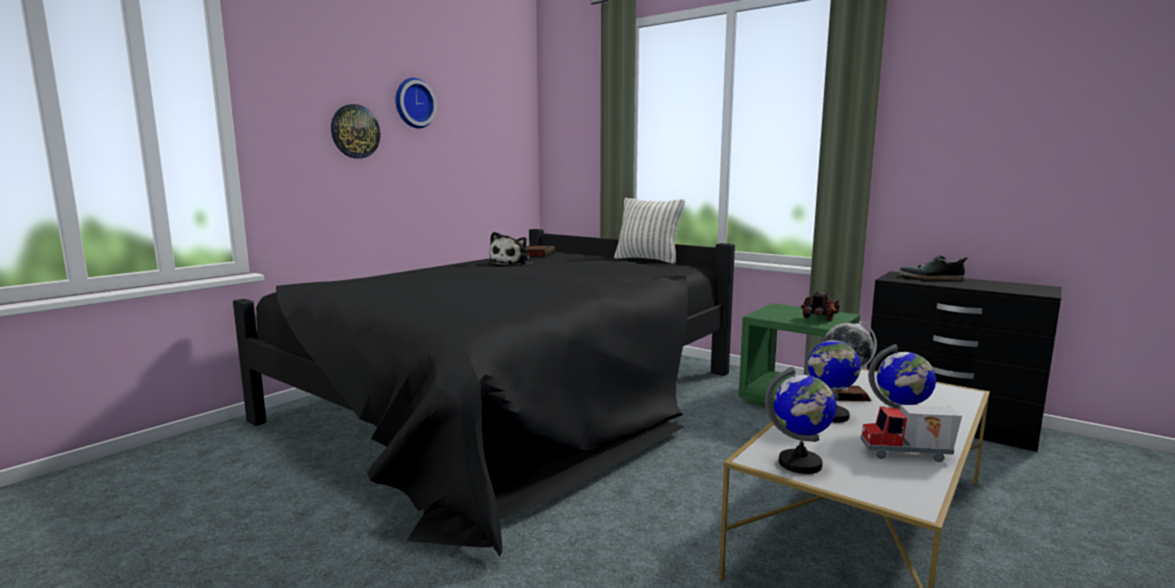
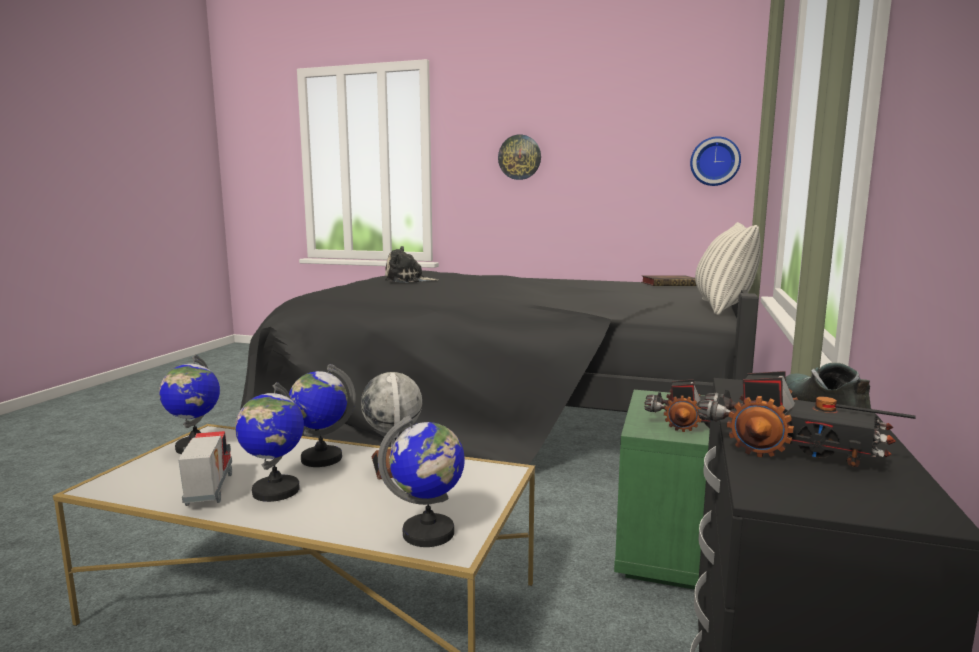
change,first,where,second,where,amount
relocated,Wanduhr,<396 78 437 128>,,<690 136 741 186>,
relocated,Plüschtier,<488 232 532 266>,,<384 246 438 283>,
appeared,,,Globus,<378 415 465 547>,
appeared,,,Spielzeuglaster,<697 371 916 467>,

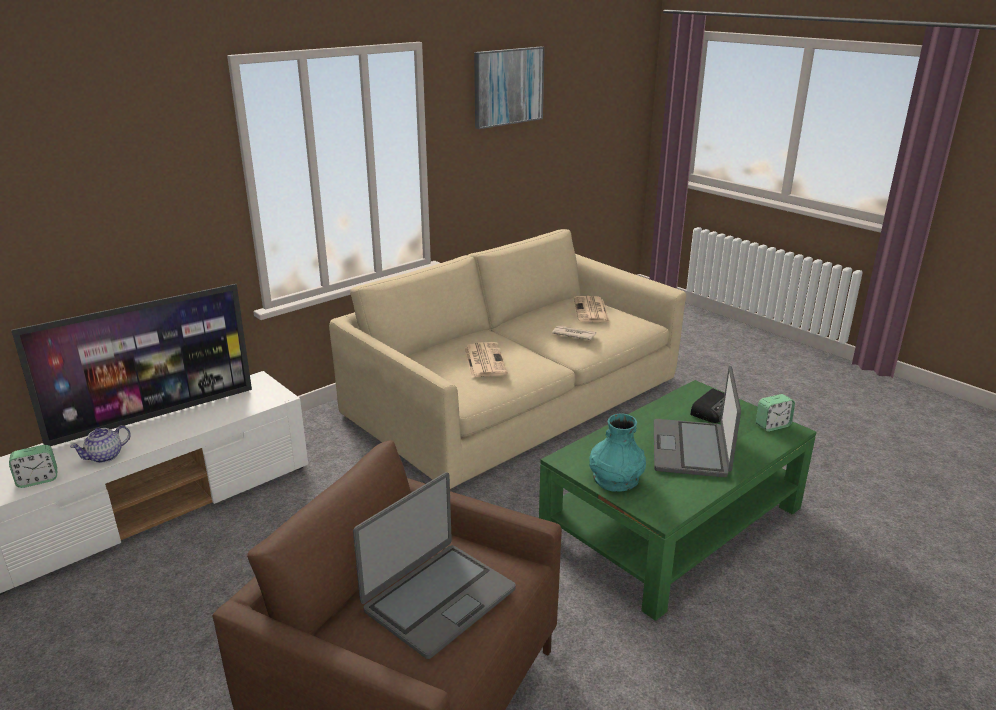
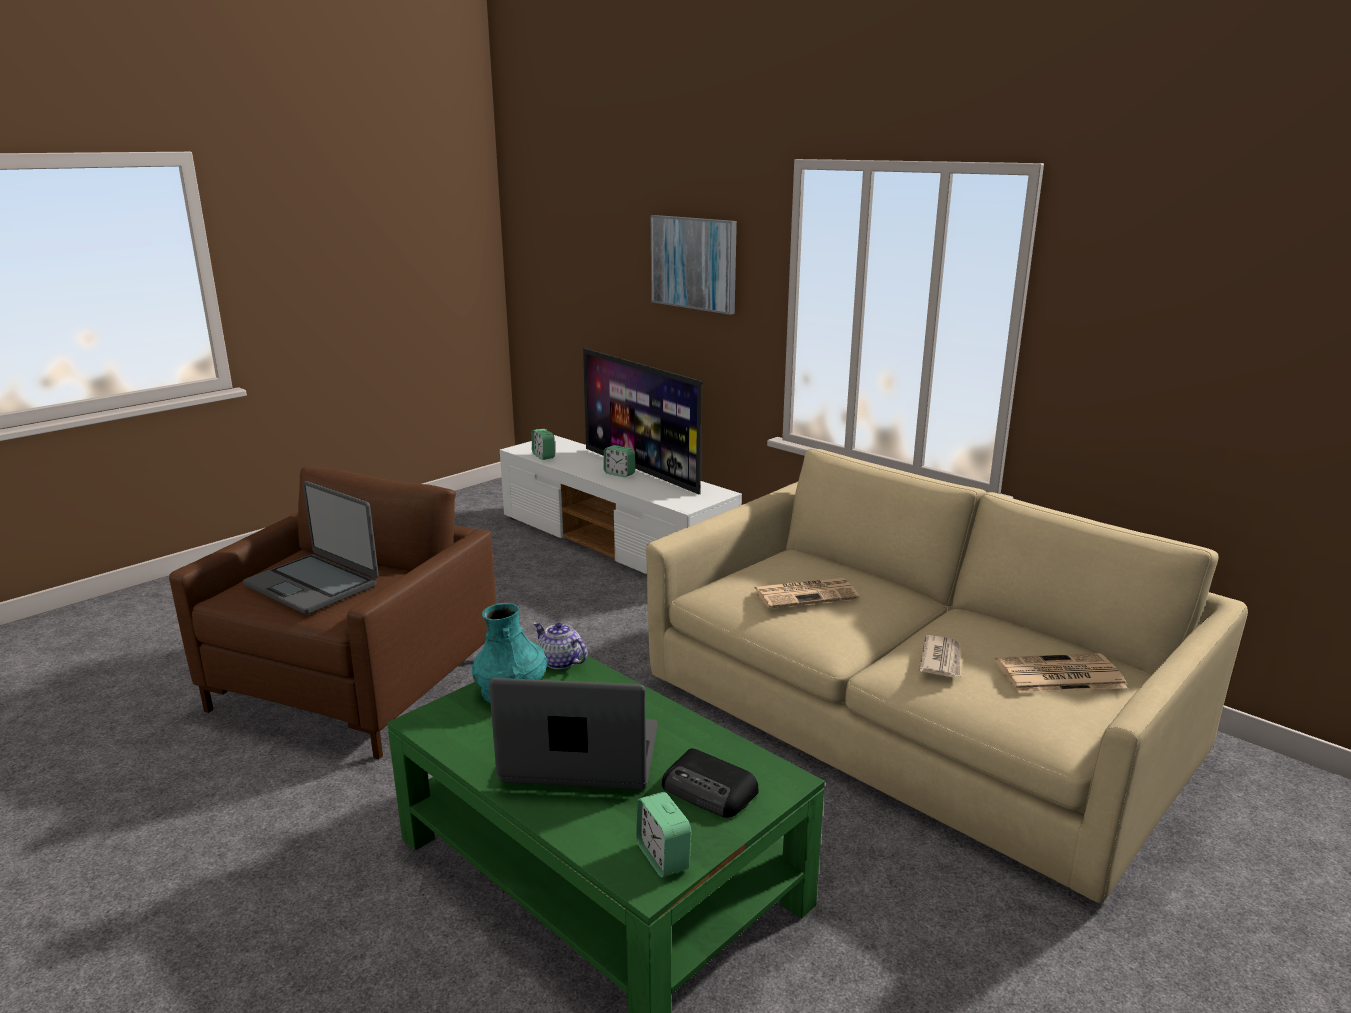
change,first,where,second,where,amount
relocated,Teekanne,<70 425 131 463>,,<533 622 587 669>,
relocated,Bild,<474 47 545 129>,,<651 215 737 315>,
appeared,,,Wecker,<604 445 635 477>,

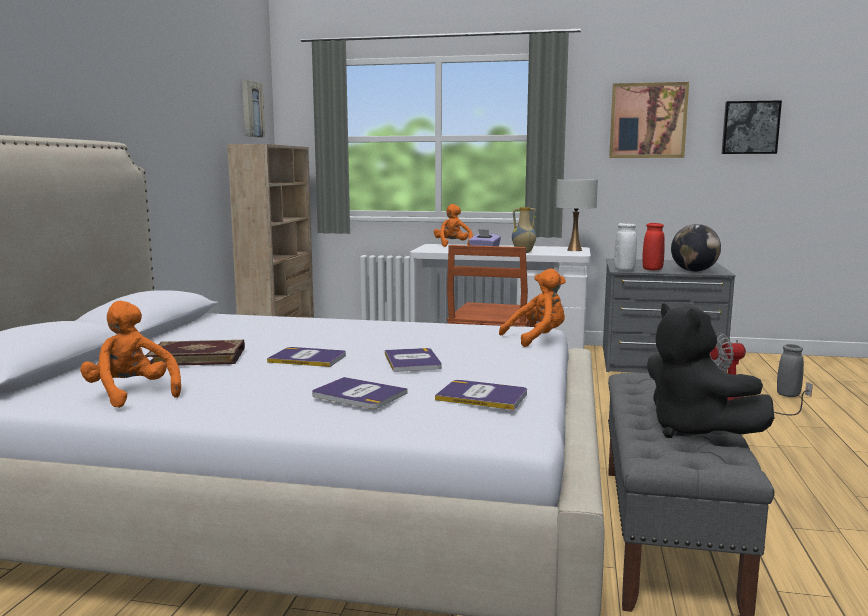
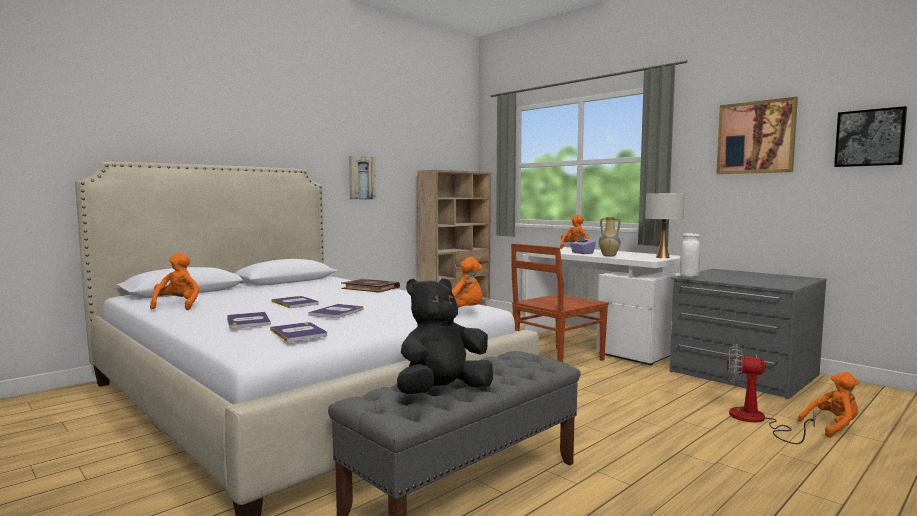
change,first,where,second,where,amount
relocated,Buch,<145 340 245 366>,,<341 279 400 293>,
relocated,Bild,<242 80 265 138>,,<349 156 376 200>,
missing,Vase [rot],<643 223 665 270>,,,
spun,Plüschtier [schwarz],<647 303 774 438>,,<397 278 493 394>,45 degrees clockwise
missing,Globus,<671 224 721 272>,,,
exchanged,Vase [grau],<777 344 804 397>,Plüschtier [orange],<798 372 859 437>,

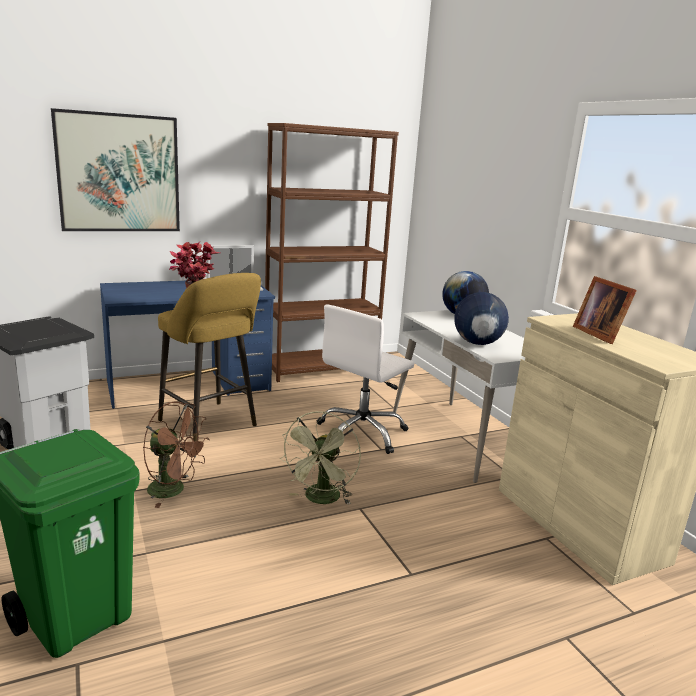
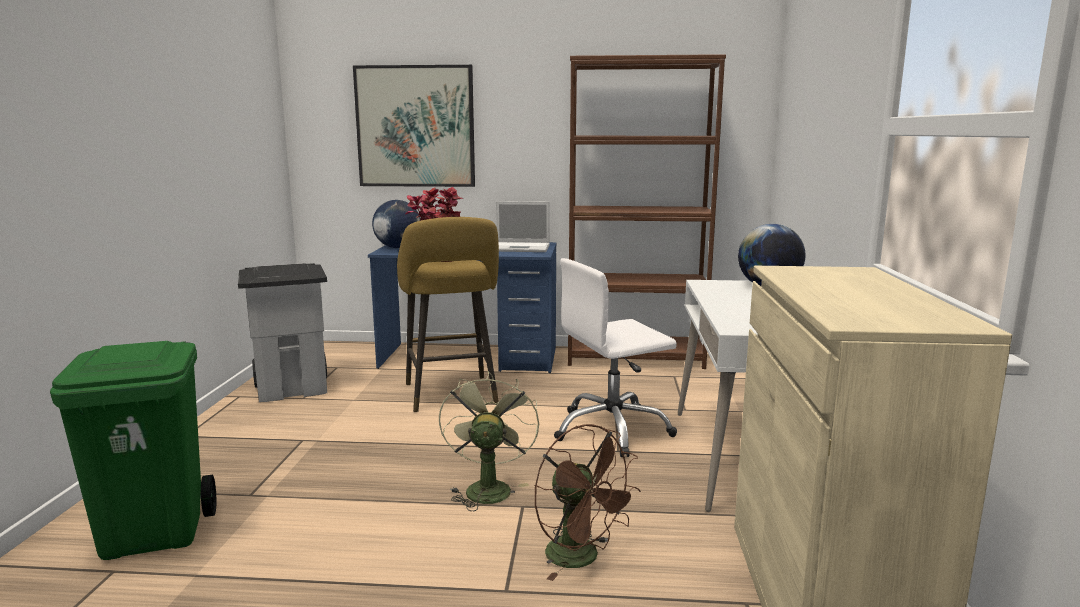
change,first,where,second,where,amount
relocated,Ventilator [braun],<143 401 209 508>,,<535 424 641 581>,
spun,Ventilator [grün],<280 411 361 504>,,<439 372 539 511>,135 degrees clockwise
relocated,Globus,<454 292 509 345>,,<372 200 420 248>,
missing,Bilderrahmen,<573 276 637 344>,,,

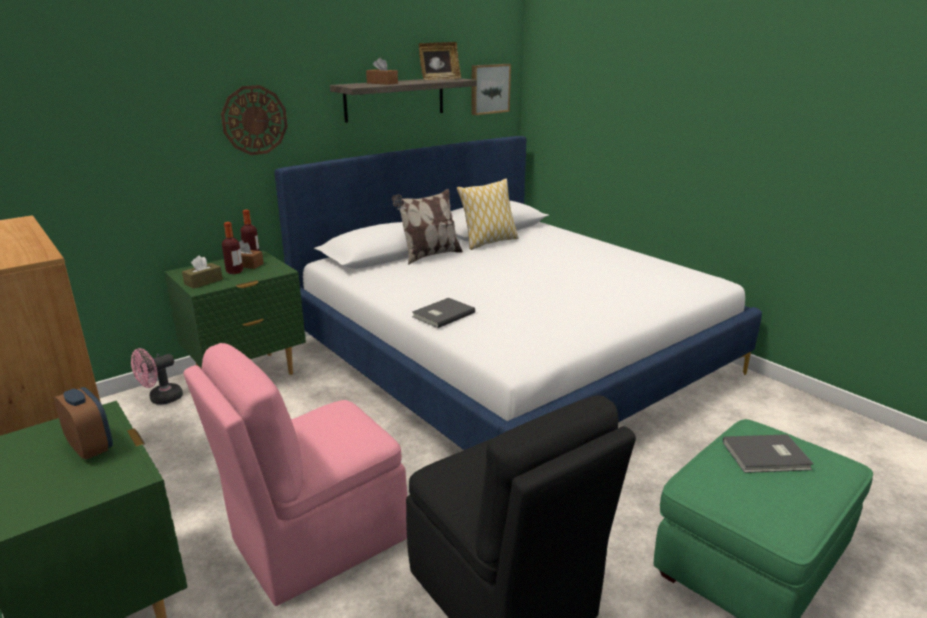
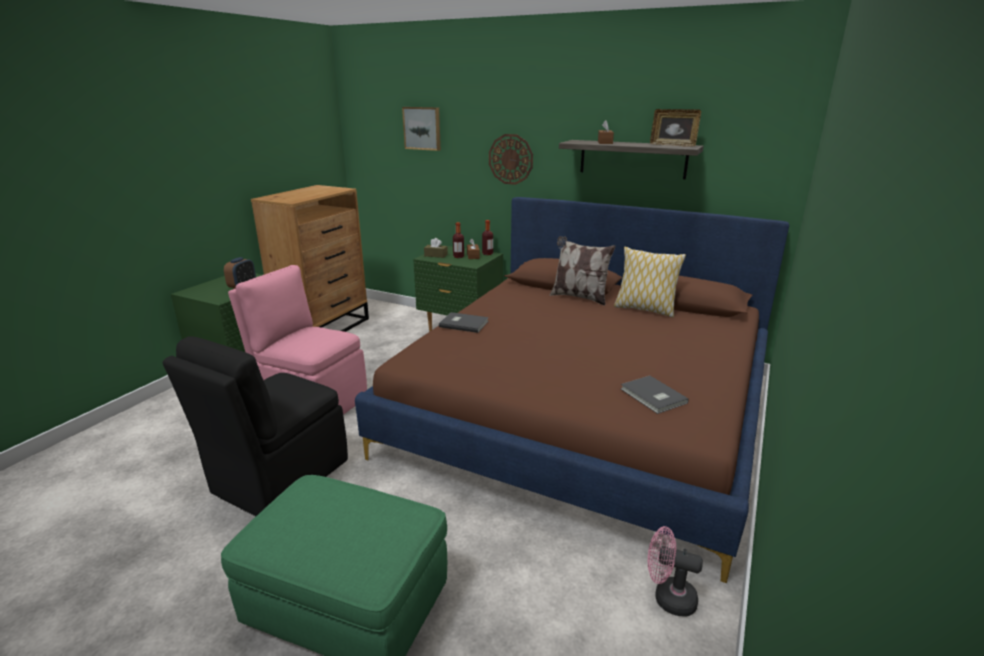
change,first,where,second,where,amount
relocated,Ventilator [rosa],<131 348 183 405>,,<648 526 703 617>,
colour,Bett [weiß],<274 136 762 450>,Bett [braun],<355 197 789 583>,
relocated,Bild,<471 64 511 115>,,<402 107 441 151>,
relocated,Buch [grau],<723 434 814 473>,,<621 376 689 414>,

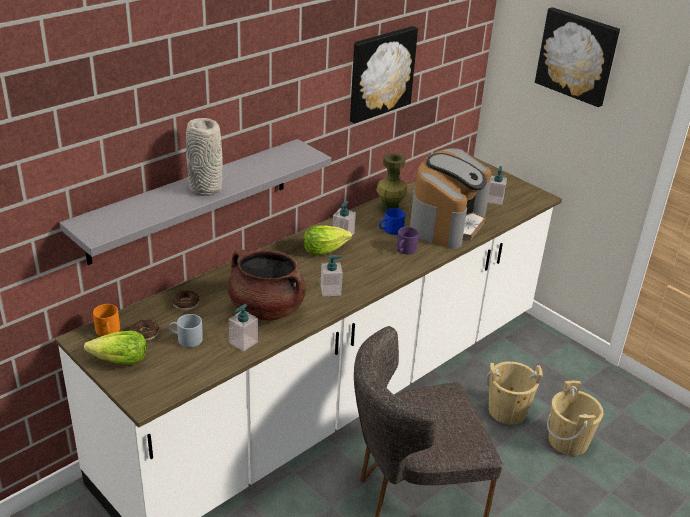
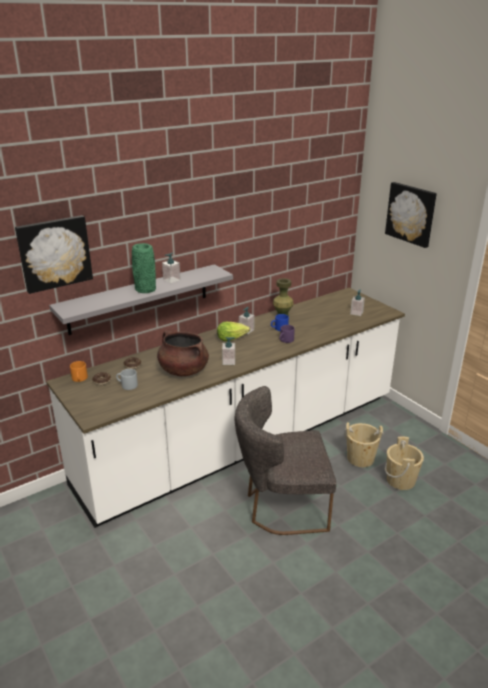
change,first,where,second,where,amount
missing,Salatkopf,<84 331 147 365>,,,
colour,Vase [grau],<186 118 223 196>,Vase [grün],<132 243 156 293>,
relocated,Seifenspender,<229 304 258 352>,,<162 253 181 283>,
relocated,Bild,<350 26 418 123>,,<15 215 93 294>,
missing,Kaffeemaschine,<410 148 491 249>,,,

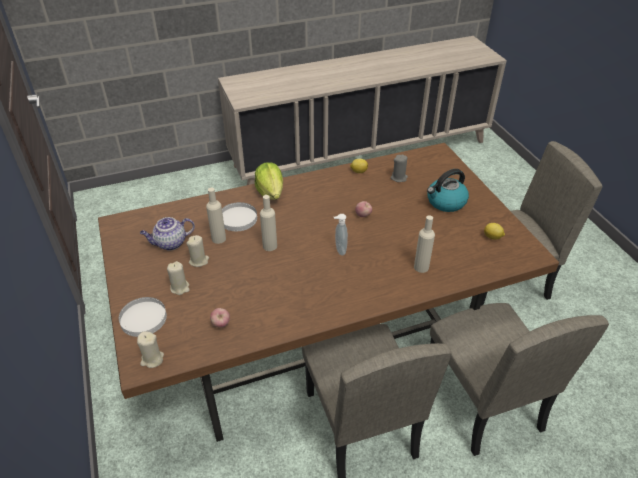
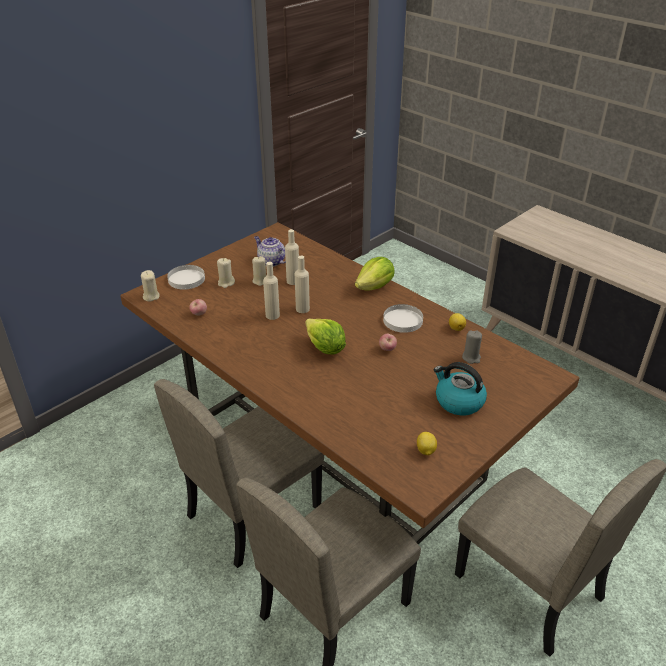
change,first,where,second,where,amount
relocated,Teller [weiß],<222 202 257 231>,,<383 304 423 333>,
exchanged,Seifenspender,<334 214 348 255>,Salatkopf,<305 318 346 355>,
relocated,Flasche [beige],<414 215 435 273>,,<263 262 280 320>,

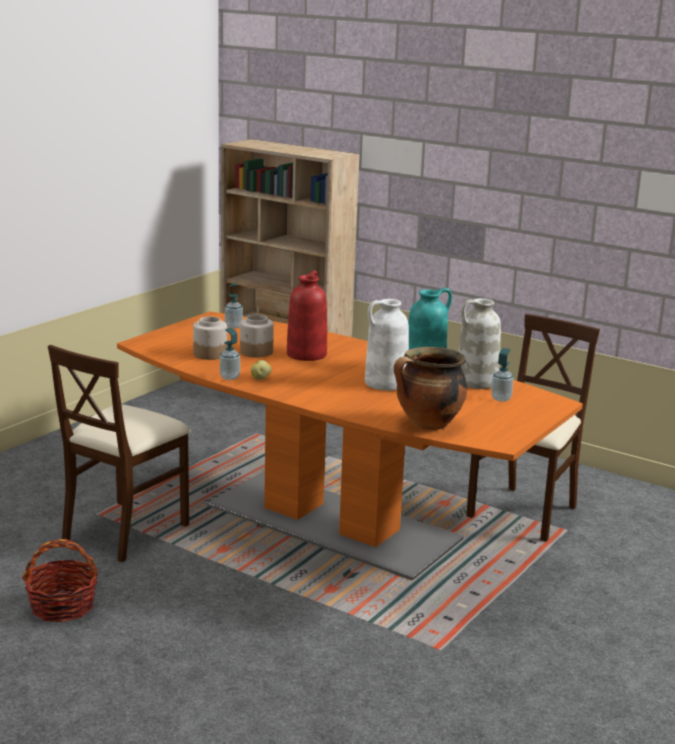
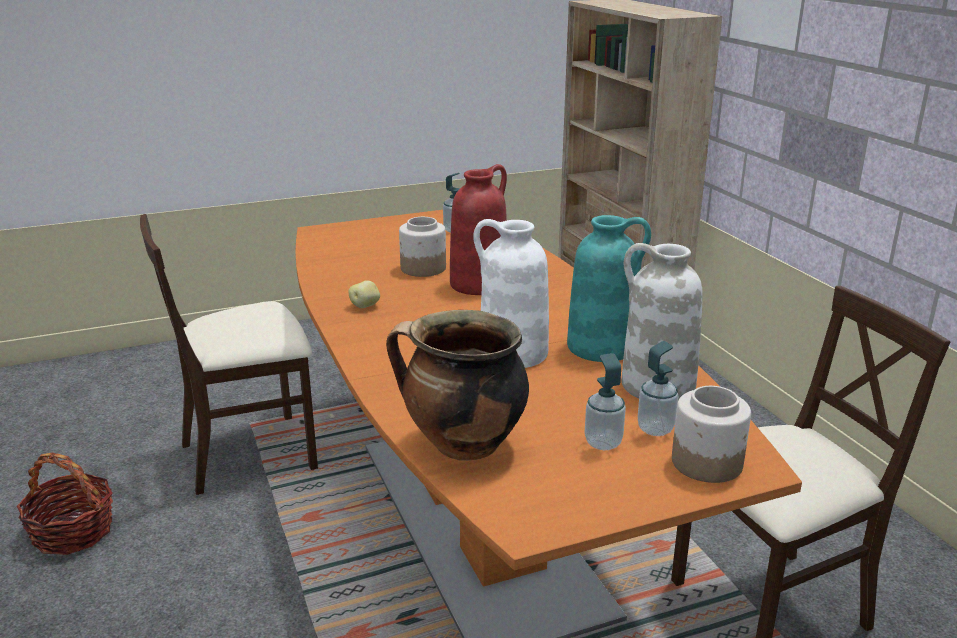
change,first,where,second,where,amount
relocated,Vorratsglas,<193 316 227 360>,,<672 386 751 483>,
relocated,Seifenspender,<220 328 240 380>,,<584 353 626 450>,

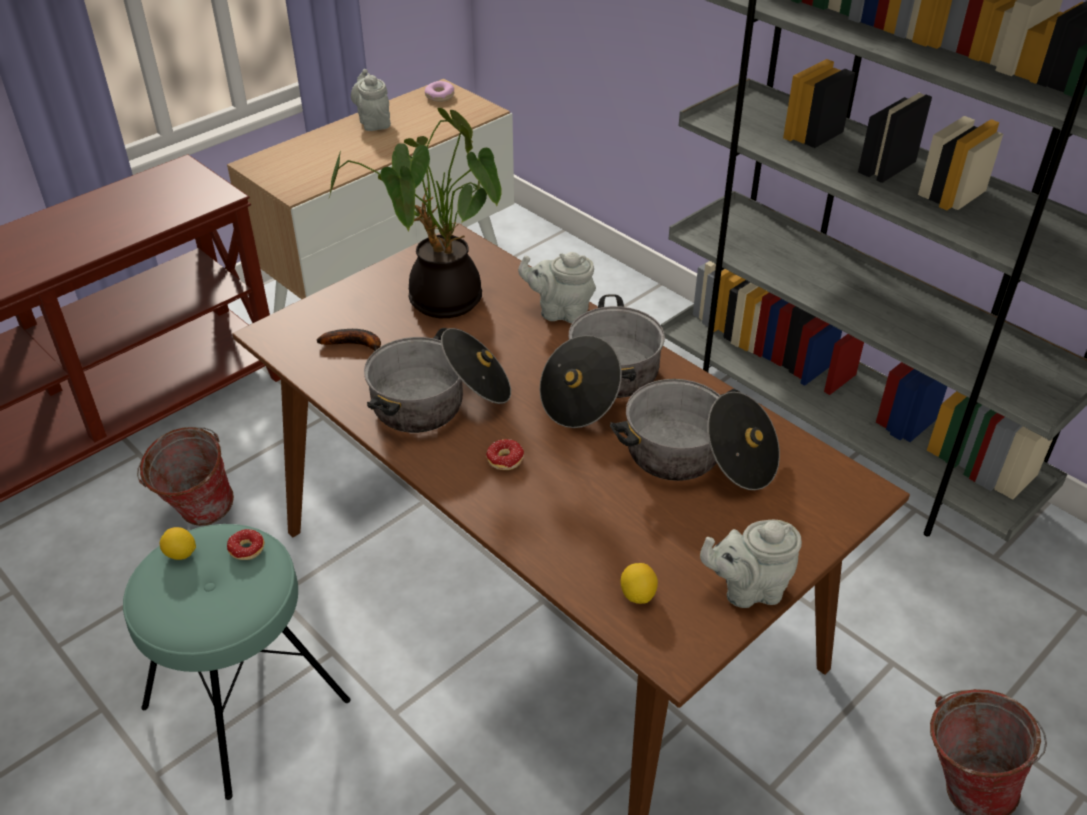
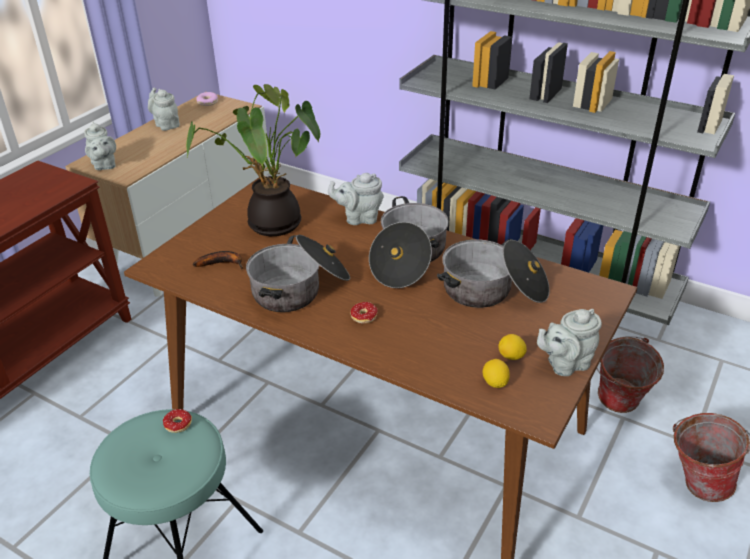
change,first,where,second,where,amount
relocated,Eimer,<137 427 234 526>,,<597 336 664 413>,
relocated,Zitrone,<160 527 196 560>,,<498 334 527 360>,
appeared,,,Teekanne [grau],<84 122 116 170>,

